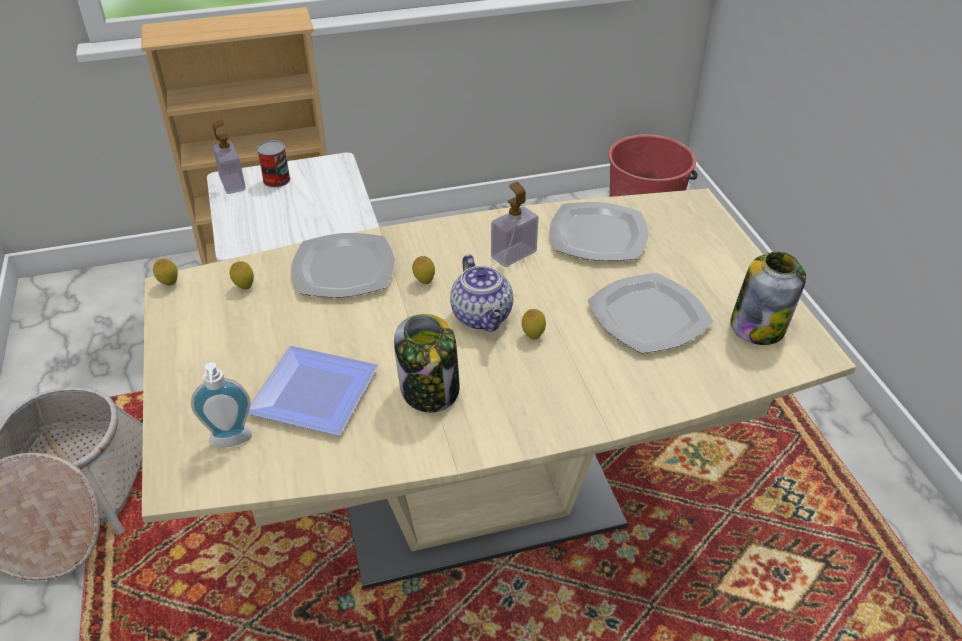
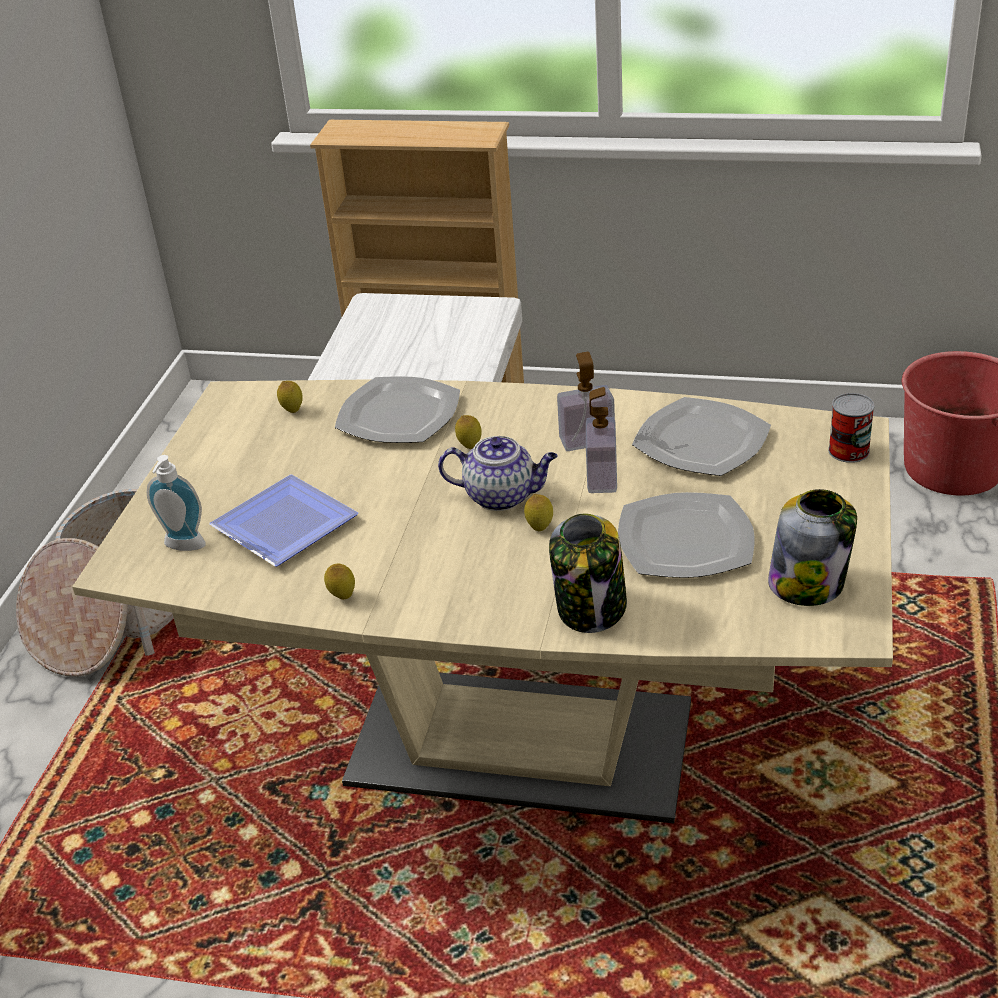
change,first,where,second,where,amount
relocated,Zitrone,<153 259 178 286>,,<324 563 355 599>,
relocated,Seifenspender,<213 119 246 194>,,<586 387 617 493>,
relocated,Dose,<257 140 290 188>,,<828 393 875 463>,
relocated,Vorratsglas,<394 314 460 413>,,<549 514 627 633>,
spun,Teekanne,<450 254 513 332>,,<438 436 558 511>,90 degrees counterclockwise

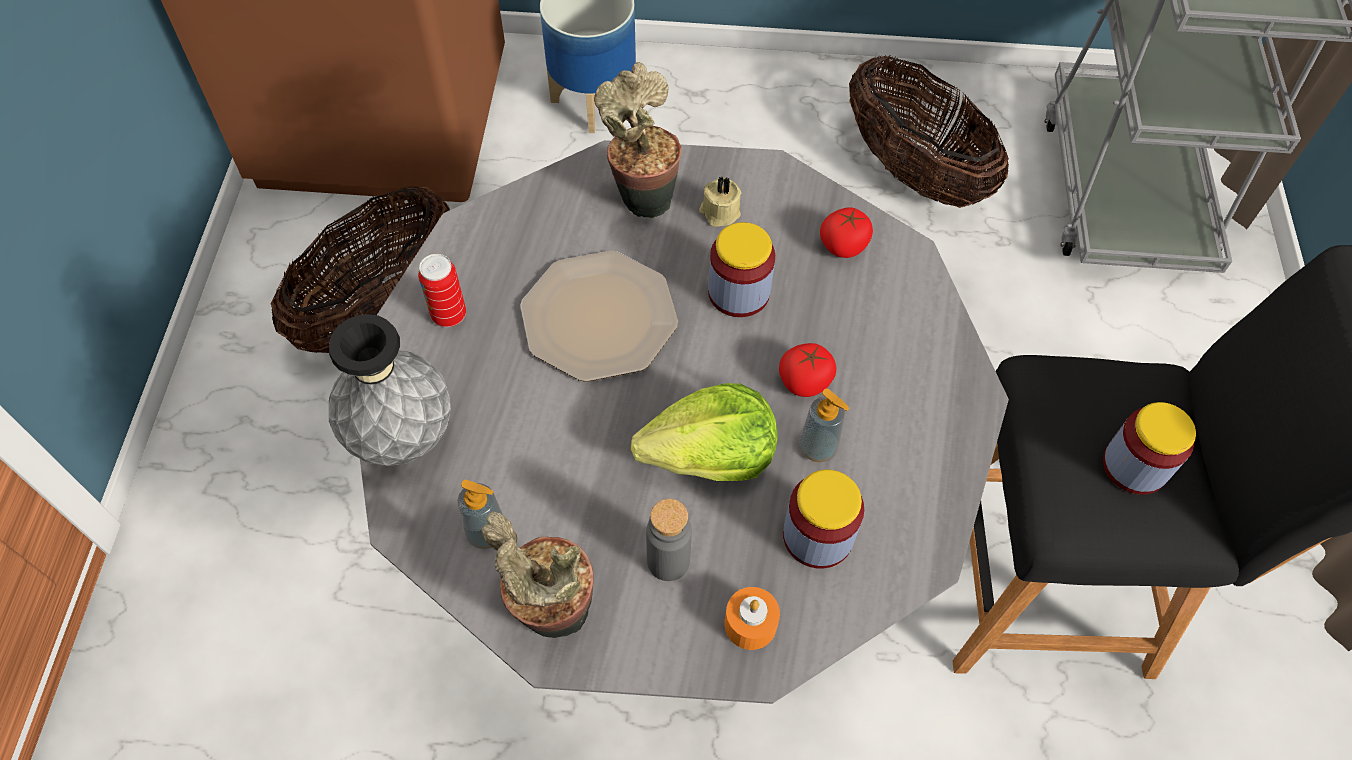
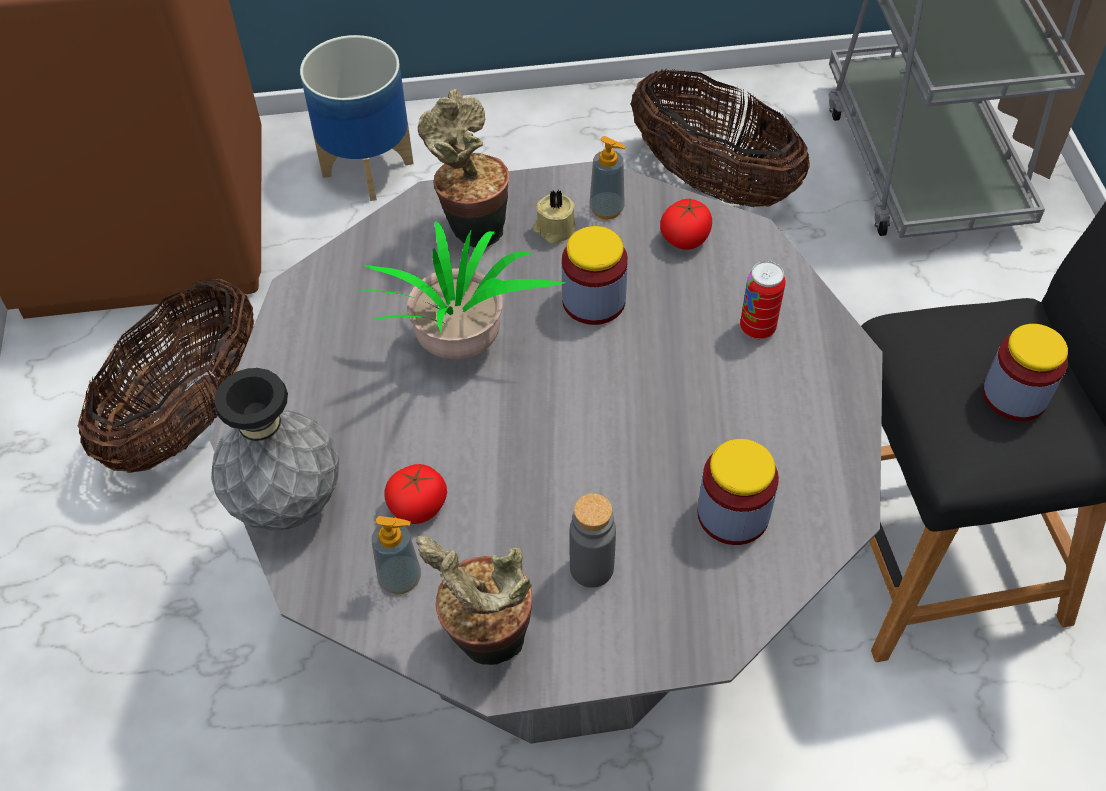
change,first,where,second,where,amount
relocated,Dose,<418 254 466 327>,,<740 261 786 339>,
exchanged,Teller,<520 251 678 382>,Topfpflanze,<359 222 566 360>,
missing,Salatkopf,<631 383 778 481>,,,
missing,Kerze [orange],<724 587 780 650>,,,
relocated,Tomate,<779 343 836 397>,,<384 464 447 524>,
relocated,Seifenspender,<799 389 850 462>,,<589 136 626 219>,

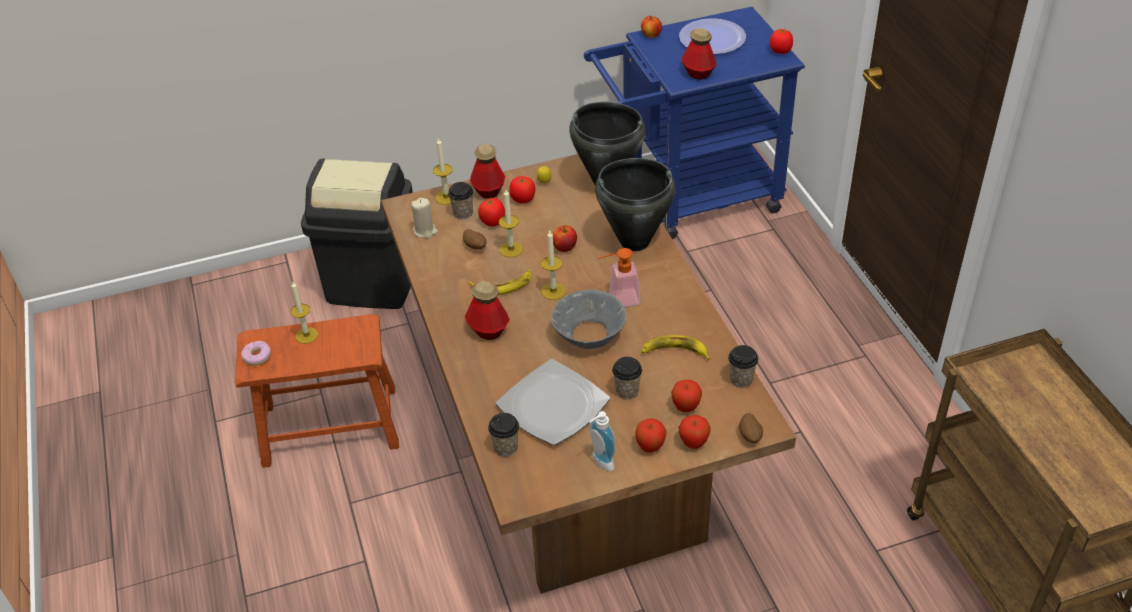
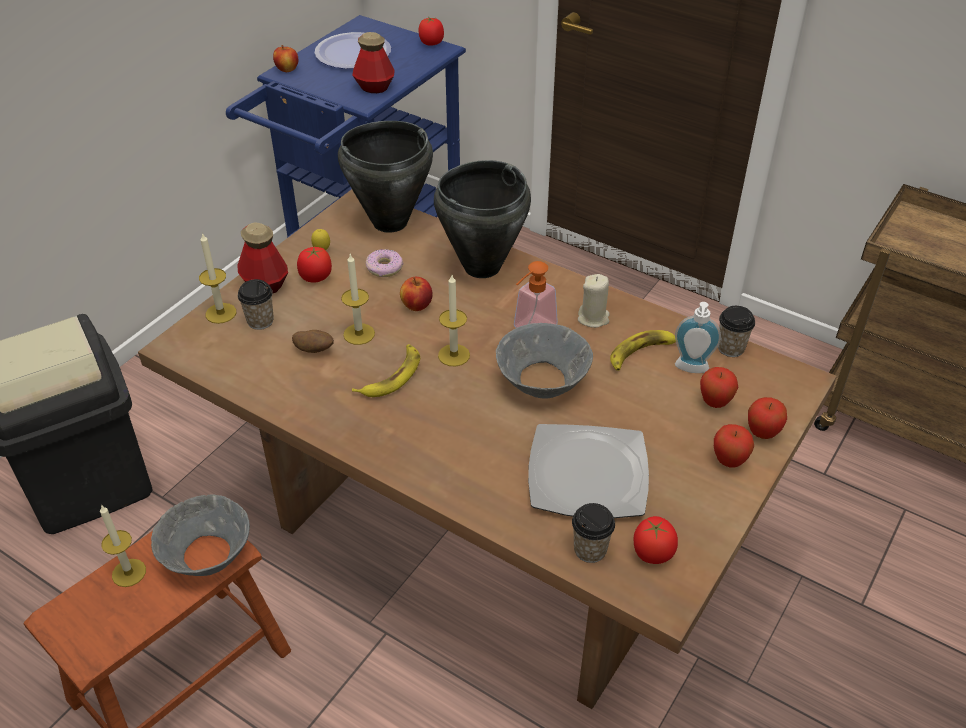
change,first,where,second,where,amount
relocated,Donut,<241 341 271 365>,,<366 249 403 277>,
relocated,Kerze [beige],<411 198 438 238>,,<578 274 610 328>,
missing,Flasche,<465 281 510 340>,,,
relocated,Tomate,<478 198 505 226>,,<634 516 678 564>,
relocated,Seifenspender,<589 411 616 471>,,<675 302 721 373>,
missing,Tasse,<612 357 642 399>,,,
missing,Kartoffel,<739 413 763 443>,,,
appeared,,,Schüssel [grau],<151 494 250 576>,

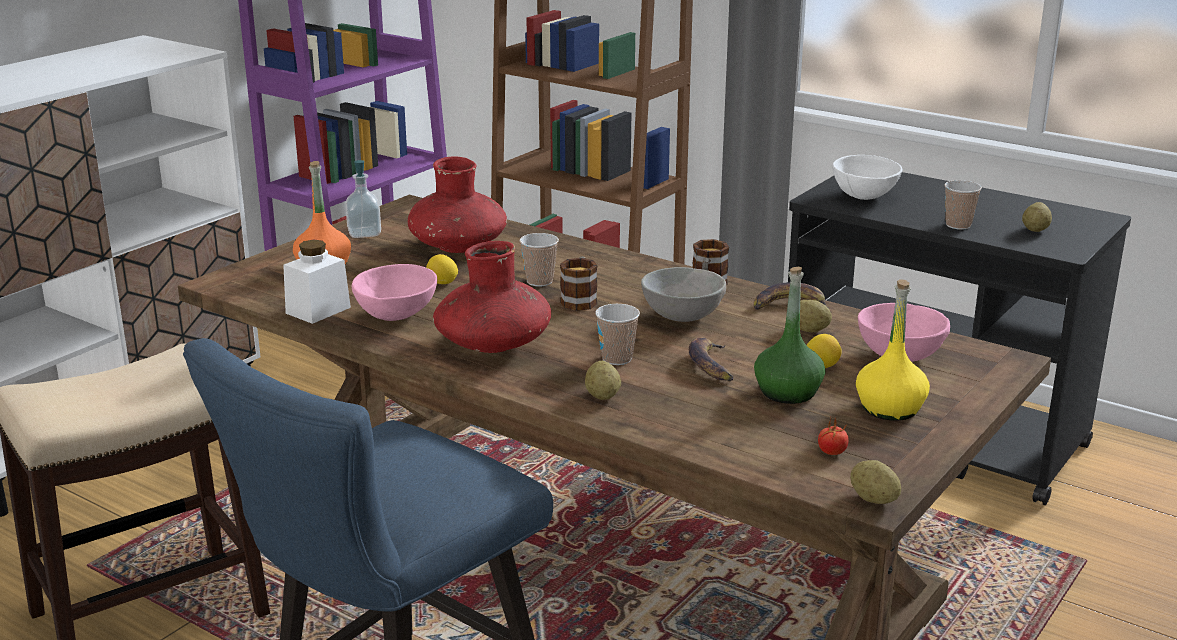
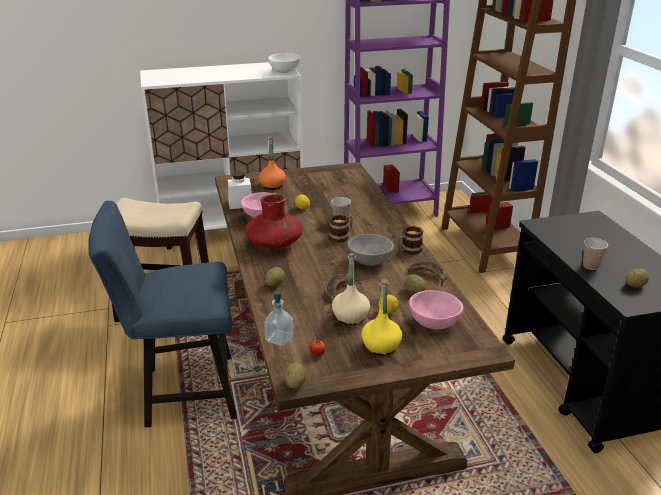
change,first,where,second,where,amount
relocated,Seifenspender,<345 160 381 238>,,<264 290 293 346>,
missing,Vase [rot],<408 156 507 253>,,,
missing,Tasse,<595 304 640 365>,,,
colour,Flasche [grün],<754 267 825 404>,Flasche [beige],<332 253 370 325>,
relocated,Schüssel [weiß],<832 155 903 200>,,<268 53 300 73>,

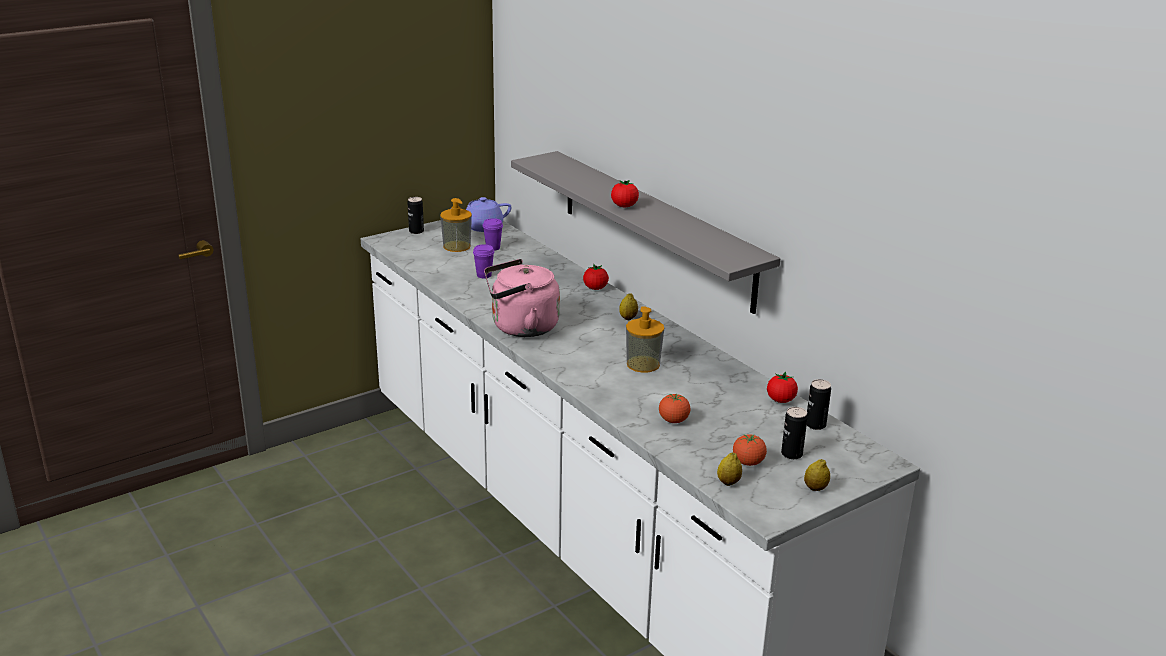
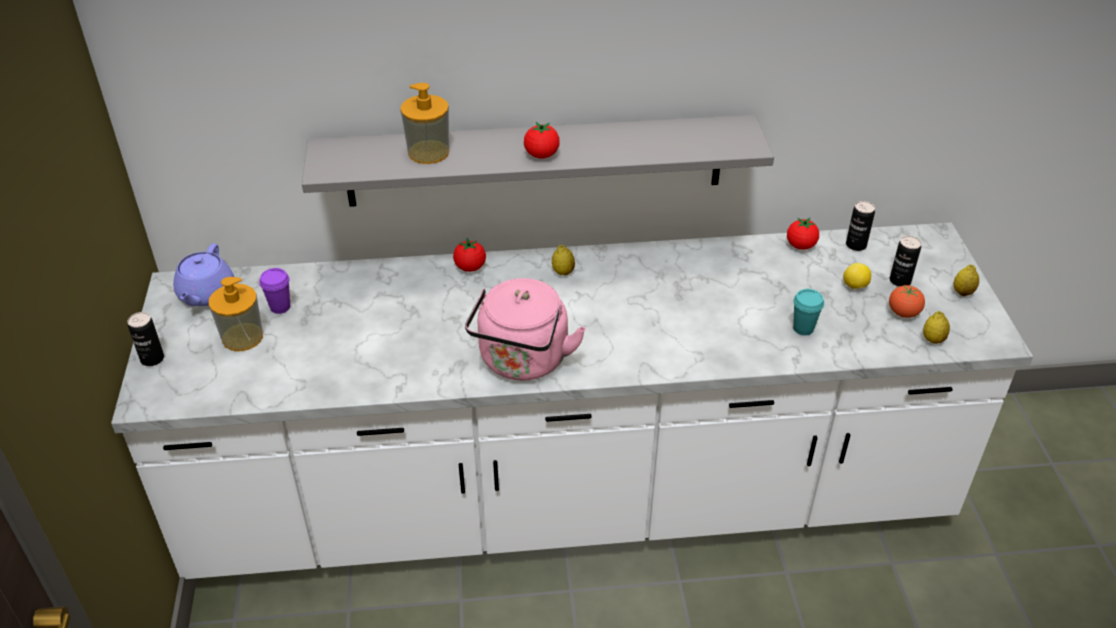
change,first,where,second,where,amount
missing,Tasse [lila],<473 244 495 278>,,,
relocated,Seifenspender,<626 306 664 372>,,<400 83 449 164>,
exchanged,Tomate,<659 394 690 423>,Tasse [türkis],<793 289 824 335>,
appeared,,,Zitrone,<843 263 871 289>,

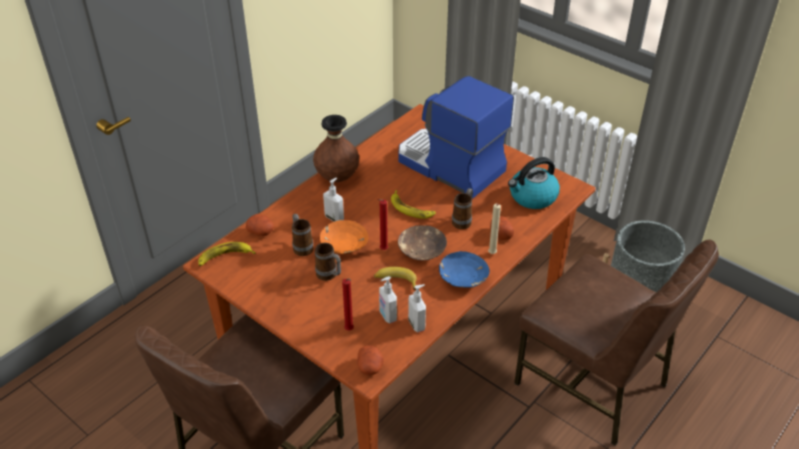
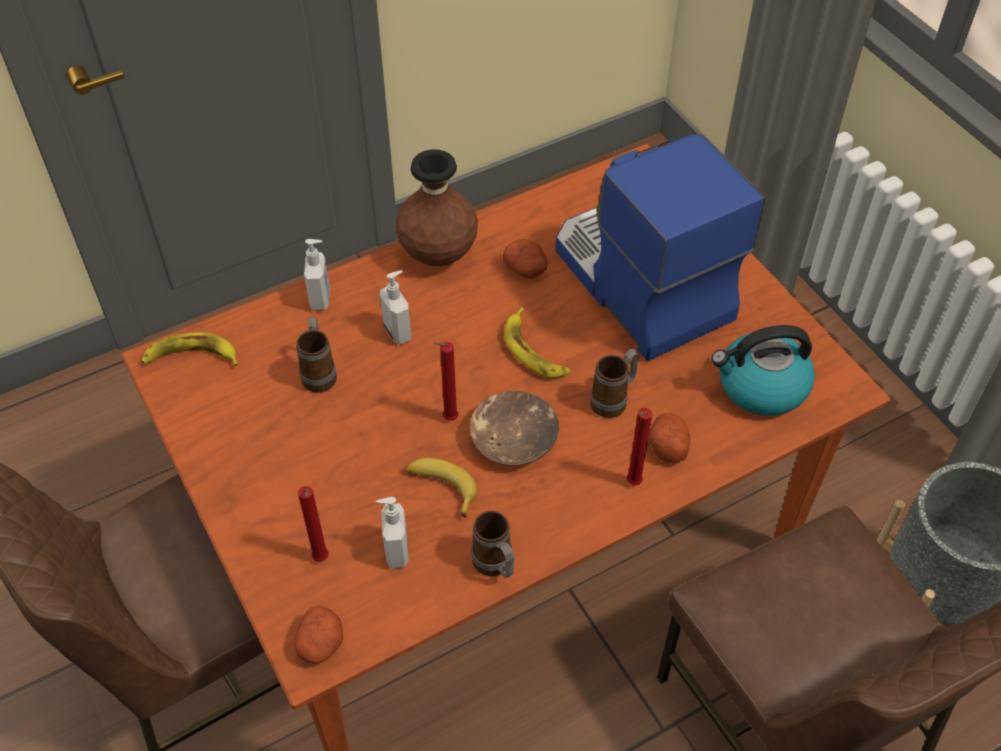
change,first,where,second,where,amount
relocated,Kartoffel,<246 214 274 236>,,<503 239 548 279>,
relocated,Henkelbecher,<315 243 341 281>,,<472 511 514 578>,
missing,Schüssel [orange],<320 220 368 254>,,,
relocated,Seifenspender,<408 284 426 332>,,<304 239 330 311>,
missing,Schüssel [blau],<439 251 489 288>,,,
colour,Kerze [beige],<488 204 501 254>,Kerze [rot],<627 408 652 485>,

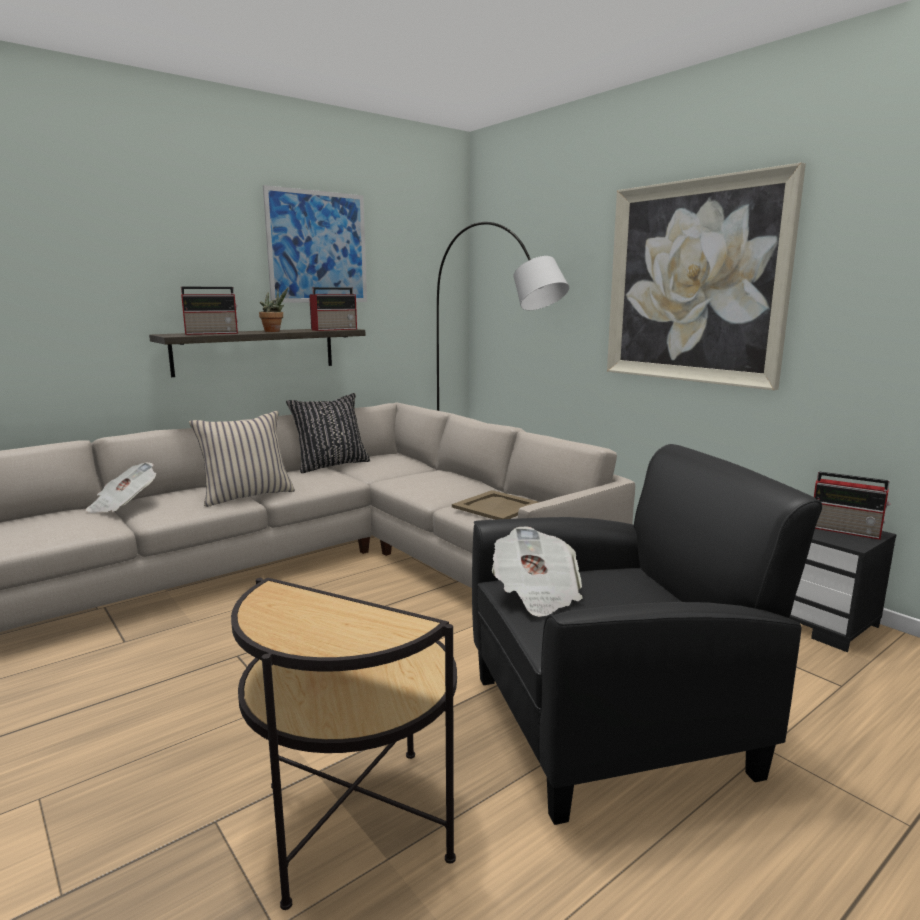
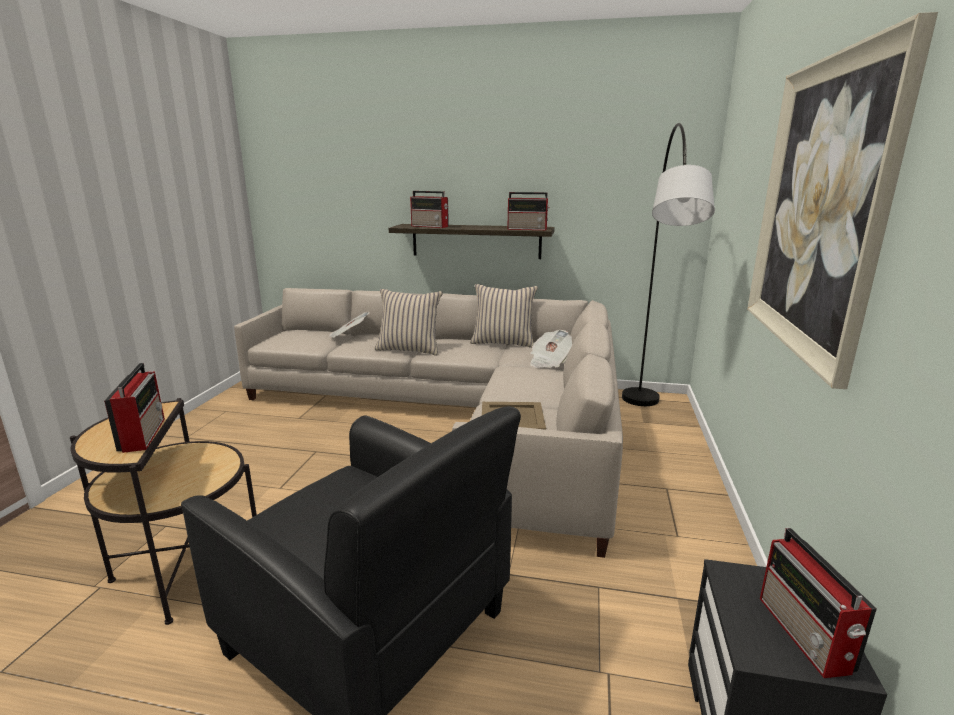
change,first,where,second,where,amount
missing,Topfpflanze,<259 288 288 332>,,,
missing,Bild,<263 185 367 303>,,,
colour,Kissen [schwarz],<286 393 370 473>,Kissen [beige],<470 284 538 348>,
relocated,Zeitung,<492 526 583 617>,,<530 330 572 368>,
appeared,,,Radio,<104 363 165 453>,

